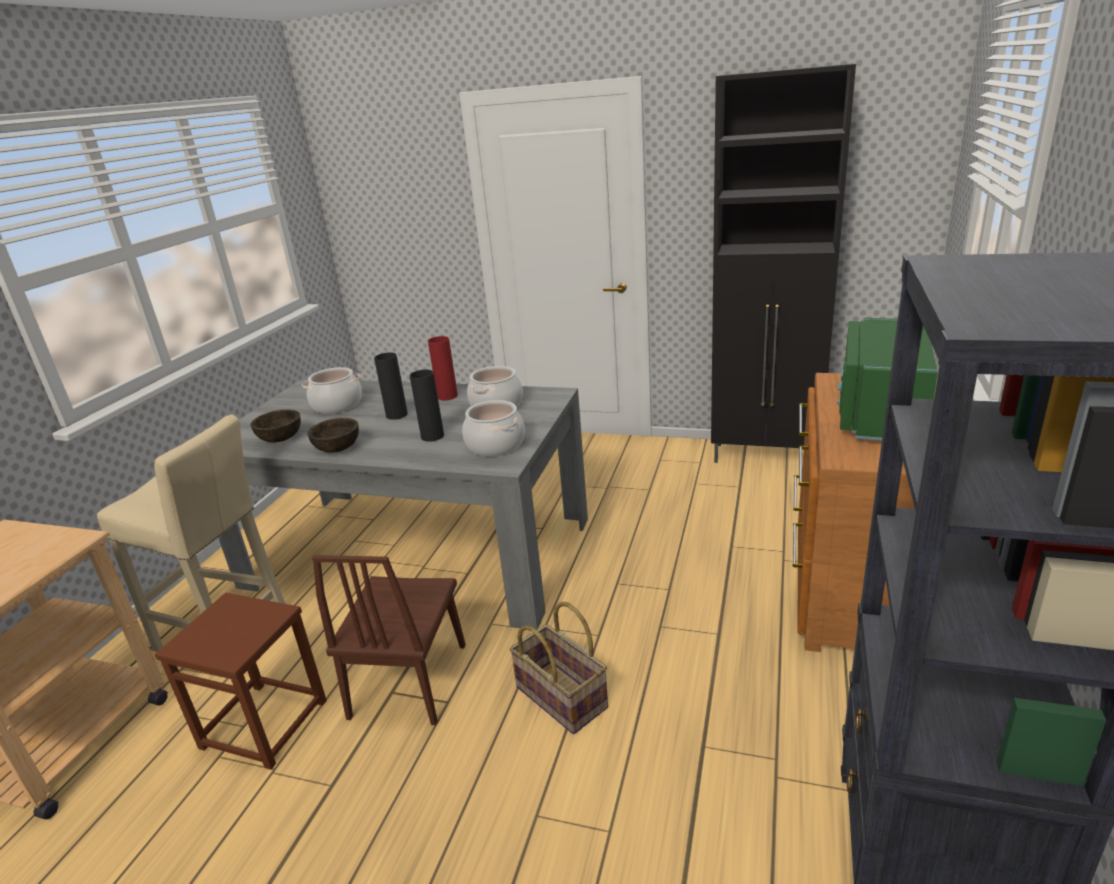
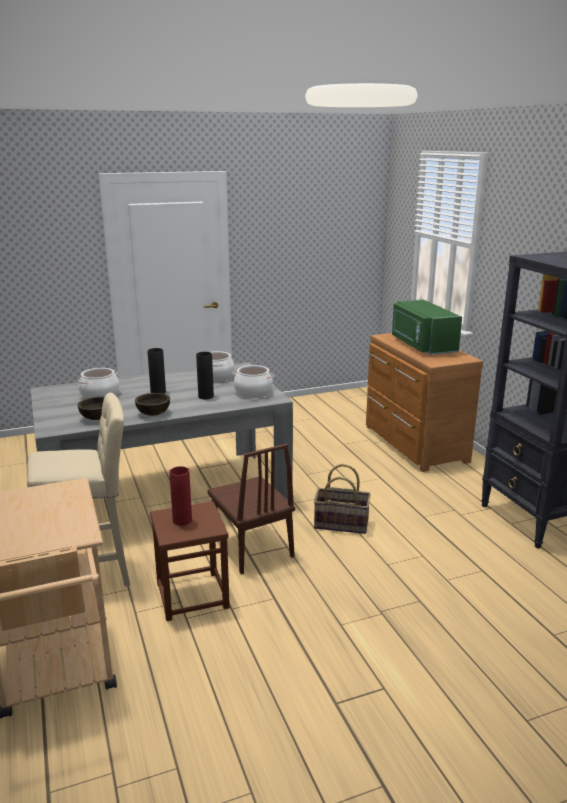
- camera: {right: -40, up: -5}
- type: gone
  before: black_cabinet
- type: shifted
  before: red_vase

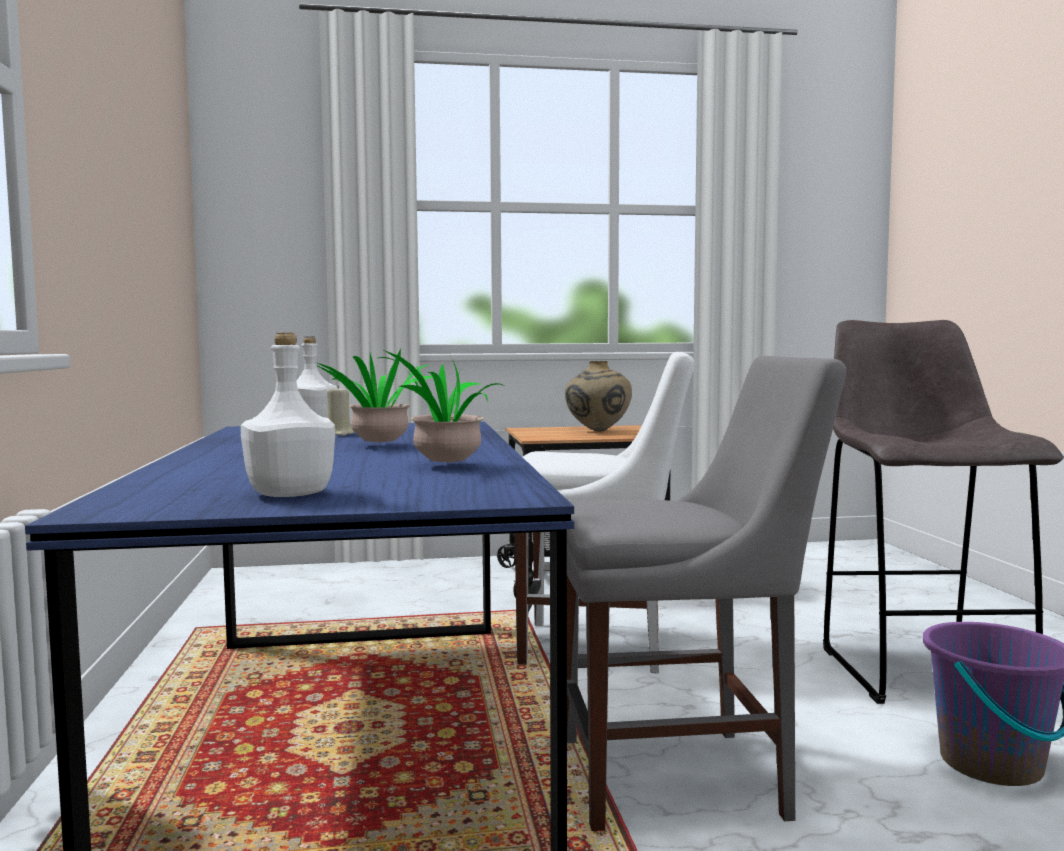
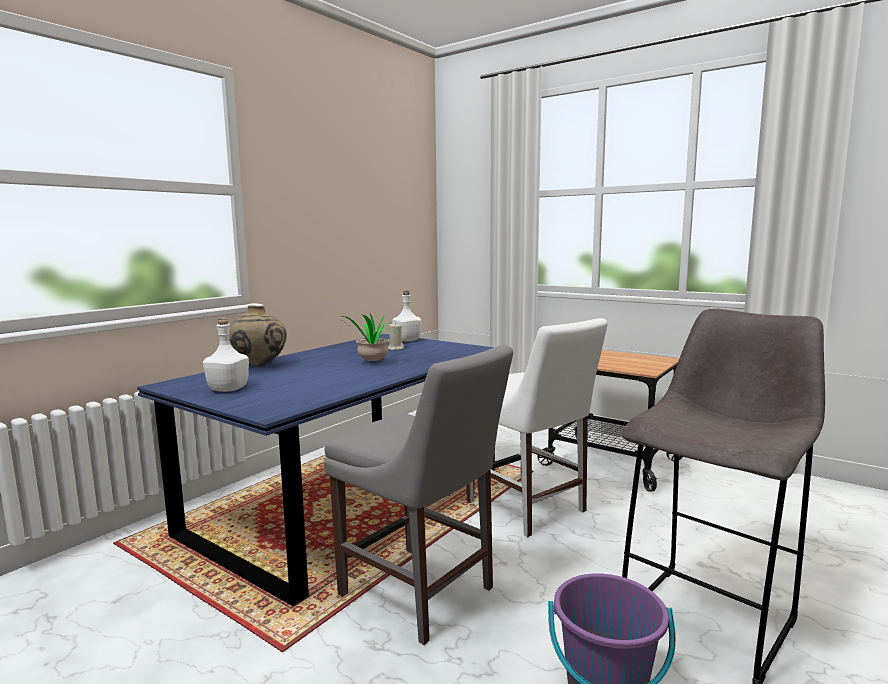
- camera: {right: 45, up: 5}
- type: gone
  before: potted_plant (no. 2 from left)
- type: shifted
  before: beige_vase

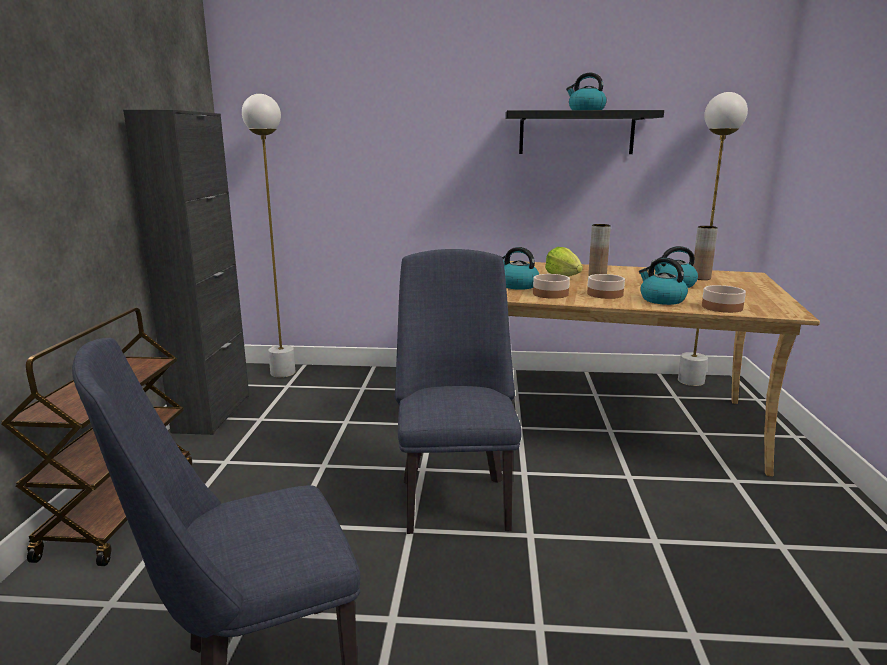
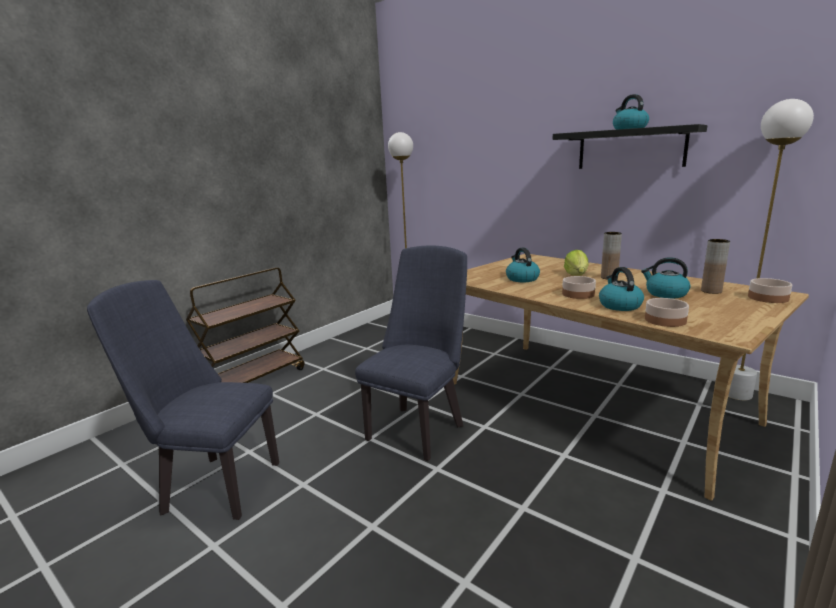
- camera: {right: 35, up: 0}
- type: gone
  before: black_cabinet
- type: shifted
  before: bowl (no. 1 from left in the first image)
  after: bowl (no. 3 from left)

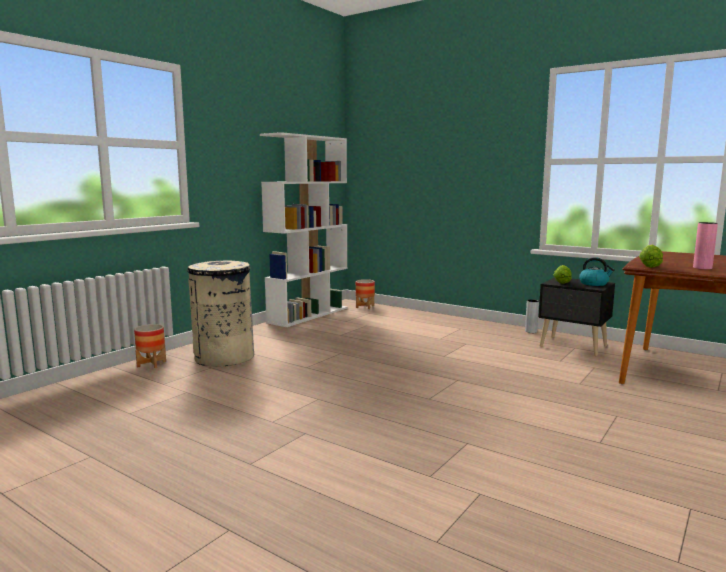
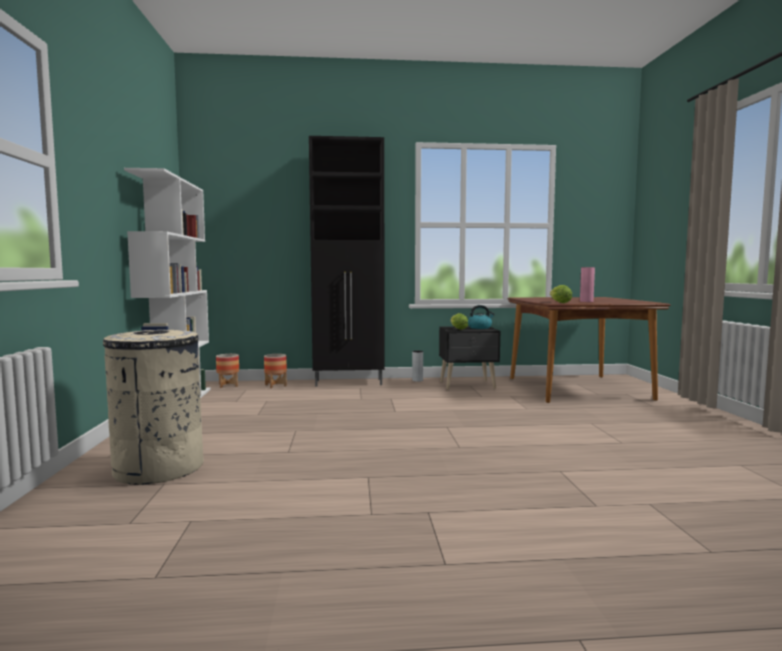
- camera: {right: -40, up: -5}
- type: new
  after: black_cabinet
- type: shifted
  before: planter (no. 1 from left in the first image)
  after: planter (no. 2 from left)

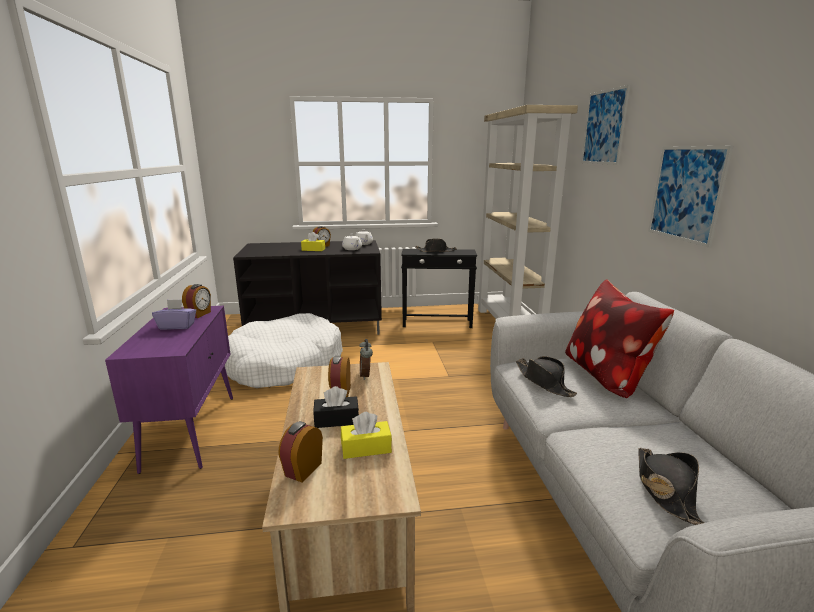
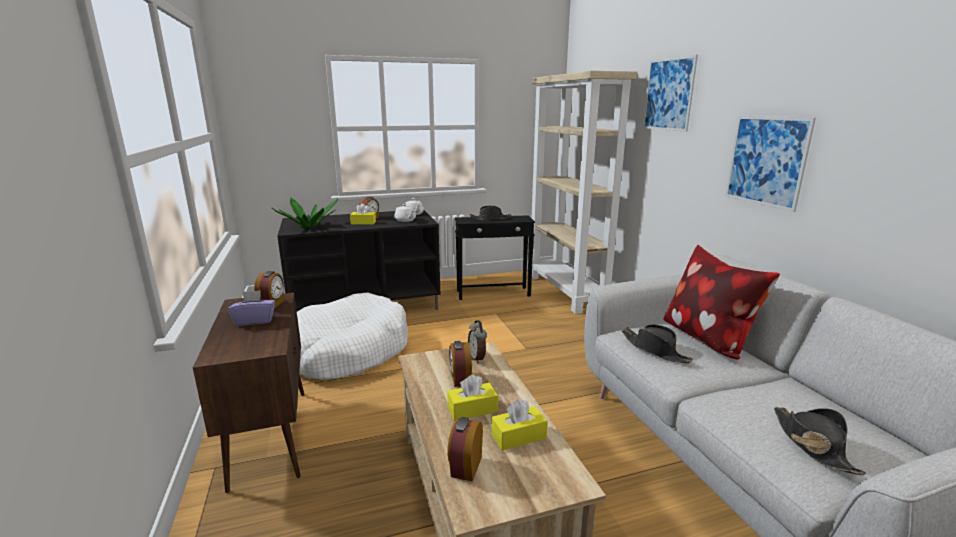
- camera: {right: -10, up: 0}
- type: new
  after: potted_plant
- type: repainted
  before: purple_cabinet
  after: brown_cabinet
- type: repainted
  before: black_tissue_box
  after: yellow_tissue_box (no. 2 from left)

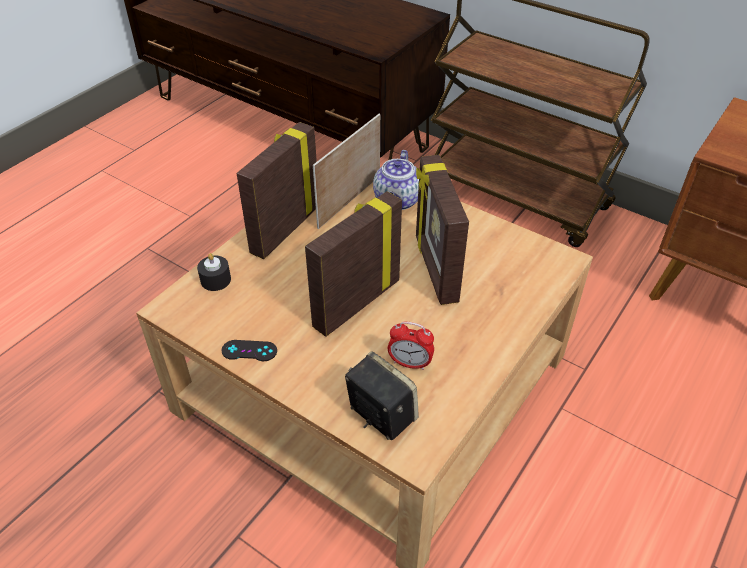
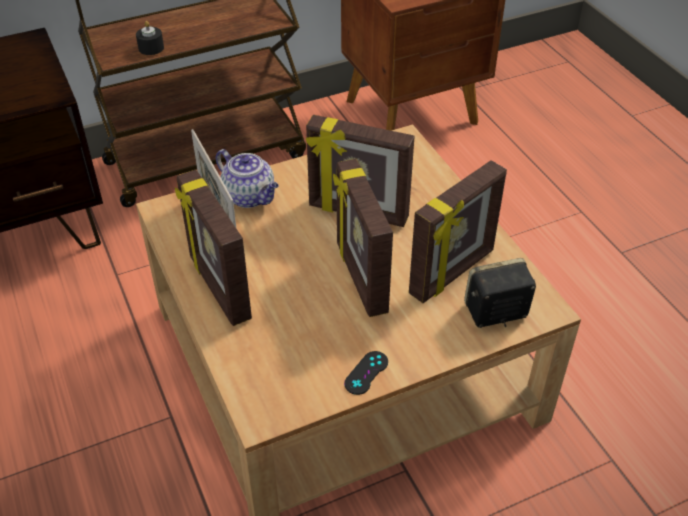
- camera: {right: -60, up: 0}
- type: shifted
  before: black_candle
- type: swapped
  before: alarm_clock
  after: picture_frame (no. 5 from left)

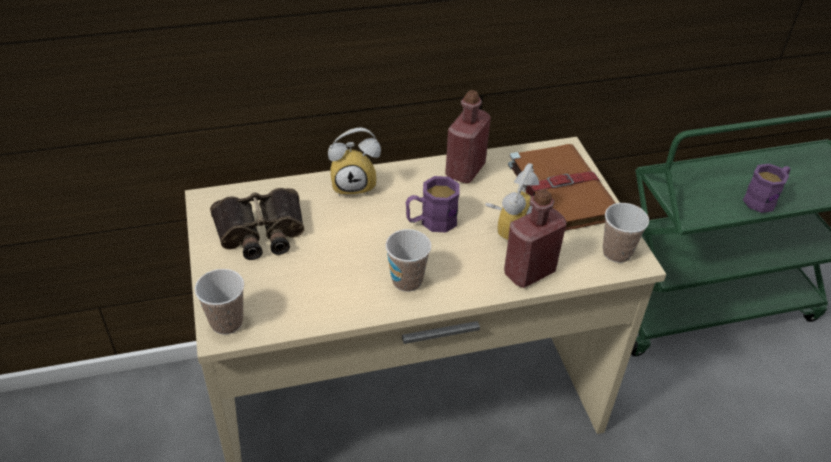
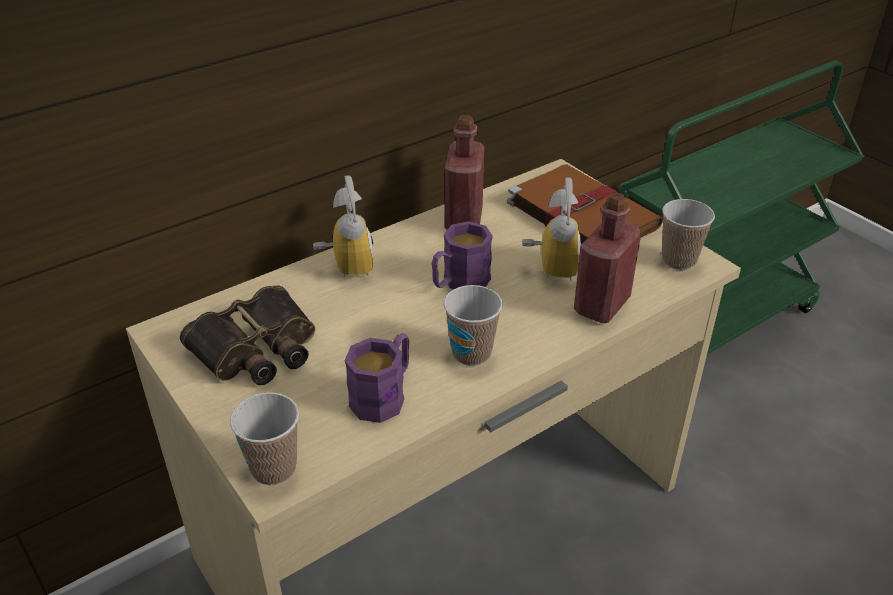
- camera: {right: -20, up: -5}
- type: shifted
  before: purple_mug (no. 2 from left in the first image)
  after: purple_mug (no. 1 from left)
- type: rotated
  before: alarm_clock (no. 1 from left)
  turn: -75

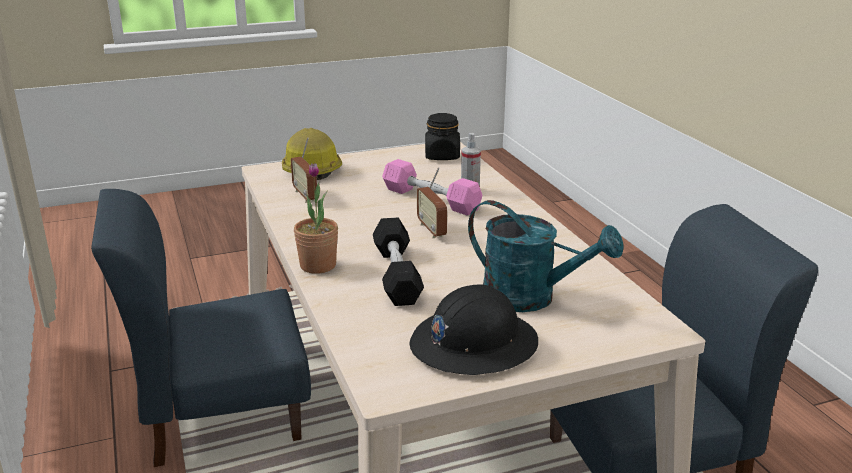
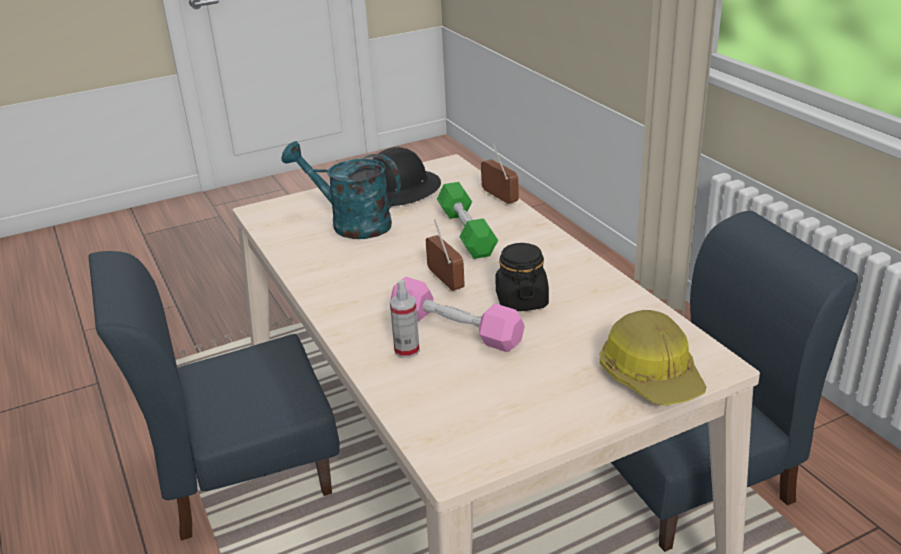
- camera: {right: 175, up: 5}
- type: gone
  before: potted_plant
- type: shifted
  before: radio (no. 1 from left in the first image)
  after: radio (no. 2 from left)
- type: shifted
  before: black_jar
- type: repainted
  before: black_dumbbell
  after: green_dumbbell

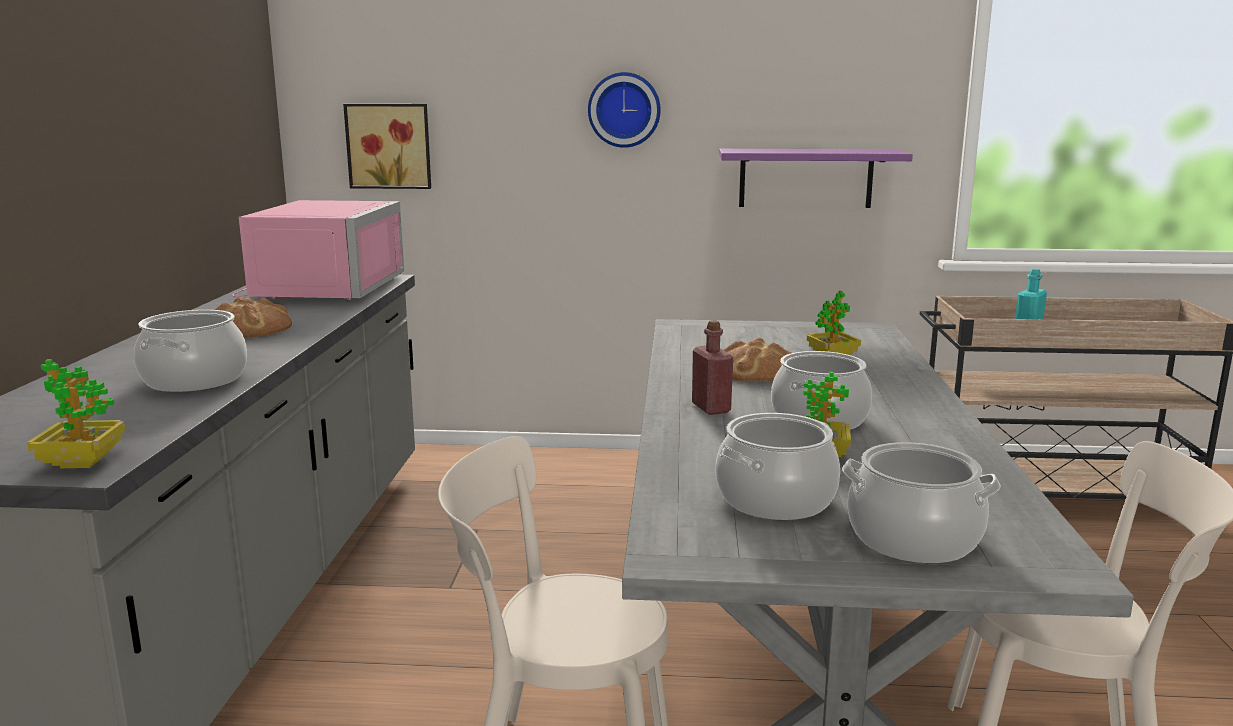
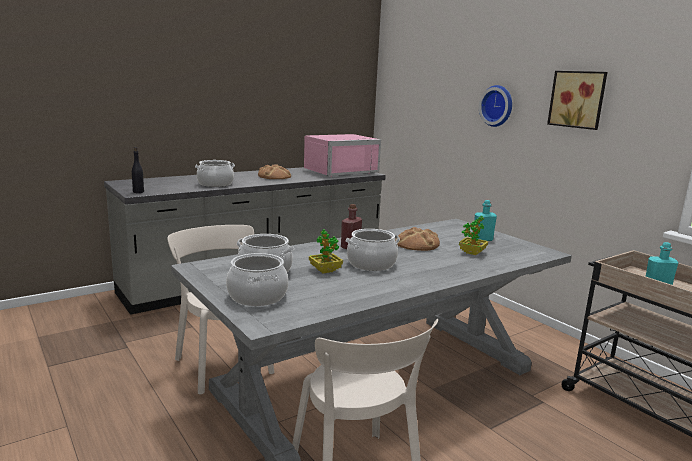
- camera: {right: 50, up: 0}
- type: gone
  before: purple_shelf
- type: new
  after: turquoise_bottle (no. 1 from left)
- type: shifted
  before: picture
- type: swapped
  before: potted_plant (no. 1 from left)
  after: black_bottle

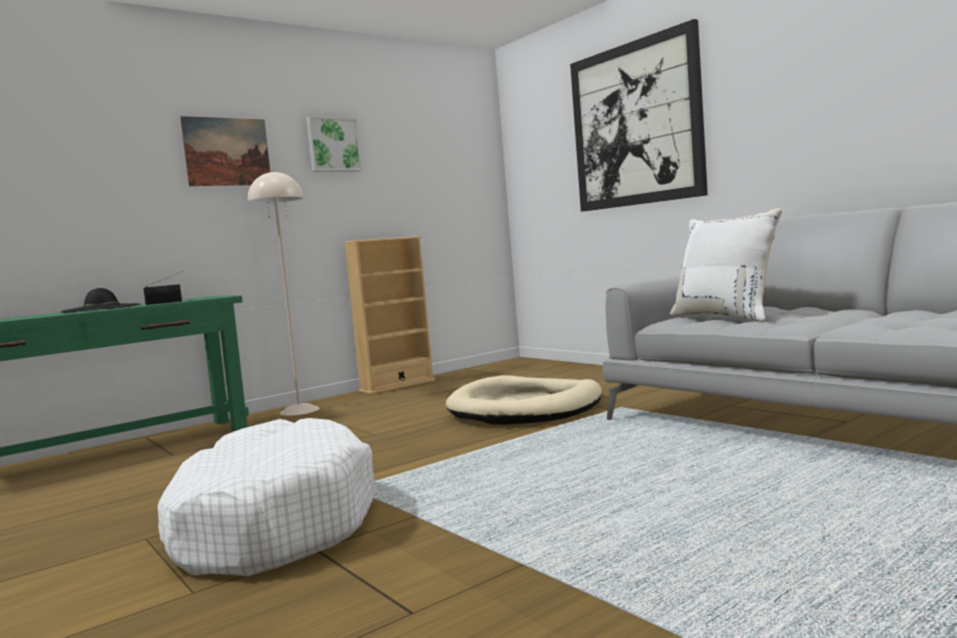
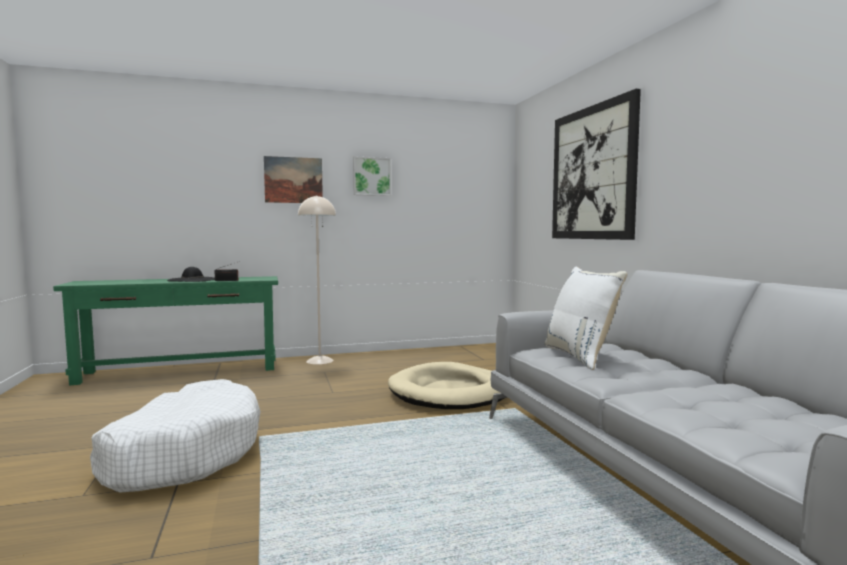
- camera: {right: 20, up: 0}
- type: gone
  before: beige_bookcase

